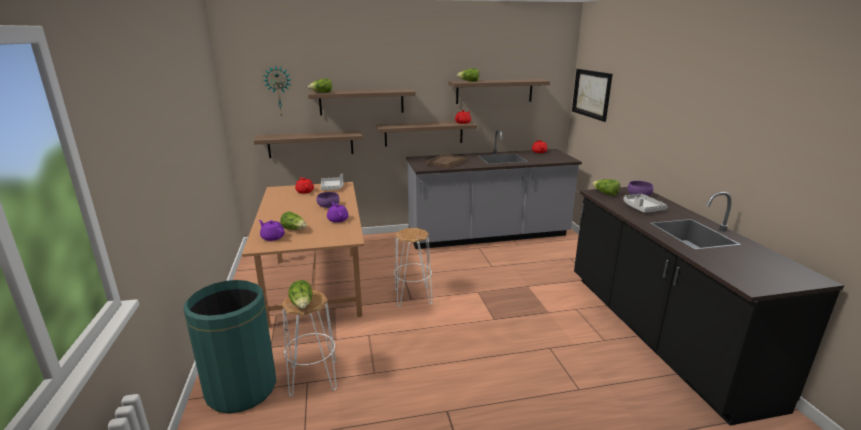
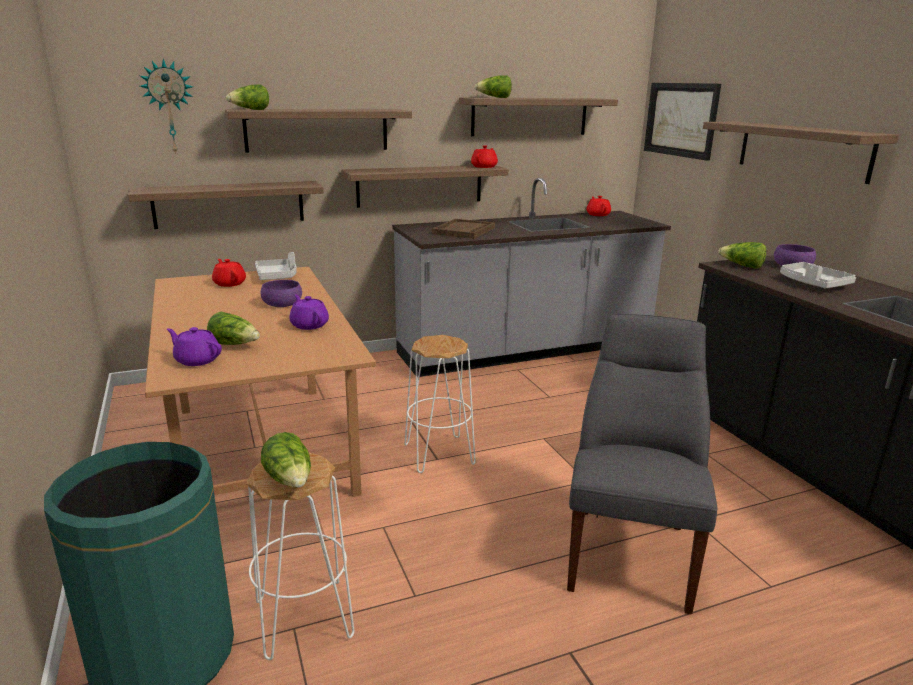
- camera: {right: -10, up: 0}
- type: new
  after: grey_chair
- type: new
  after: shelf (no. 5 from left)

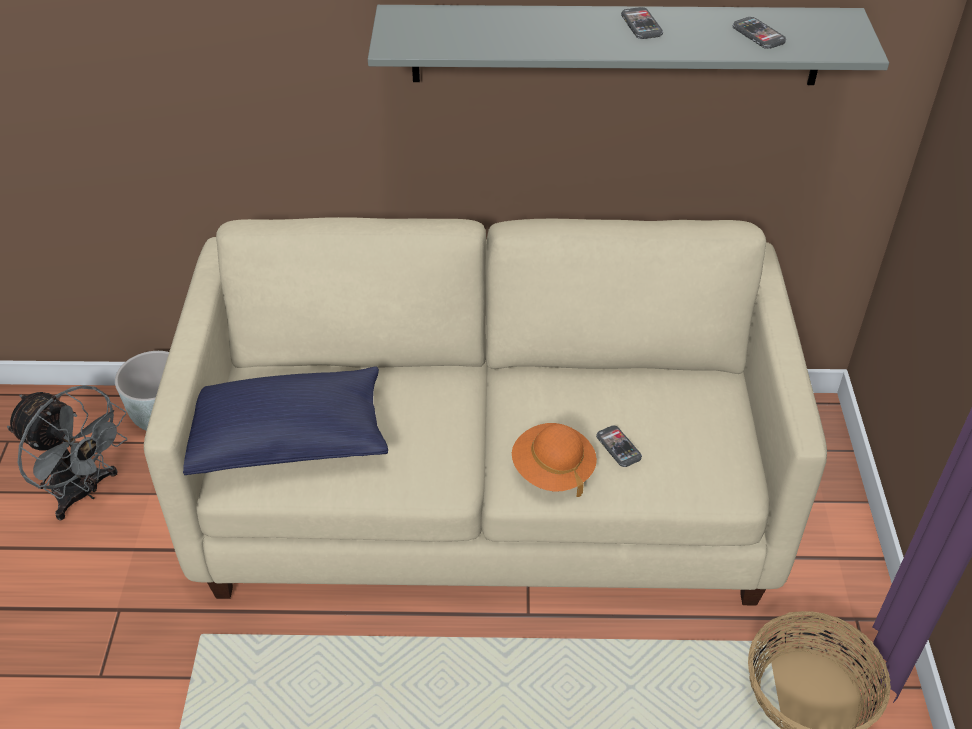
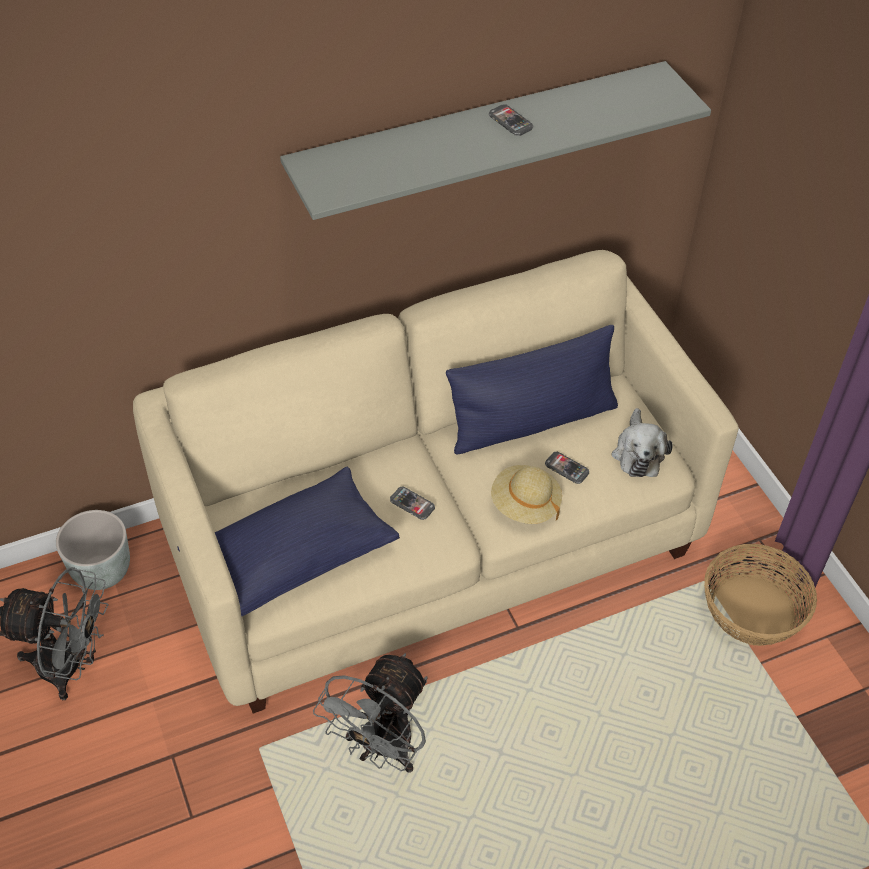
- camera: {right: -25, up: 5}
- type: new
  after: grey_fan (no. 2 from left)
- type: new
  after: blue_pillow (no. 2 from left)
- type: new
  after: plush_toy
- type: shifted
  before: phone (no. 3 from left in the first image)
  after: phone (no. 1 from left)
- type: repainted
  before: orange_hat
  after: beige_hat

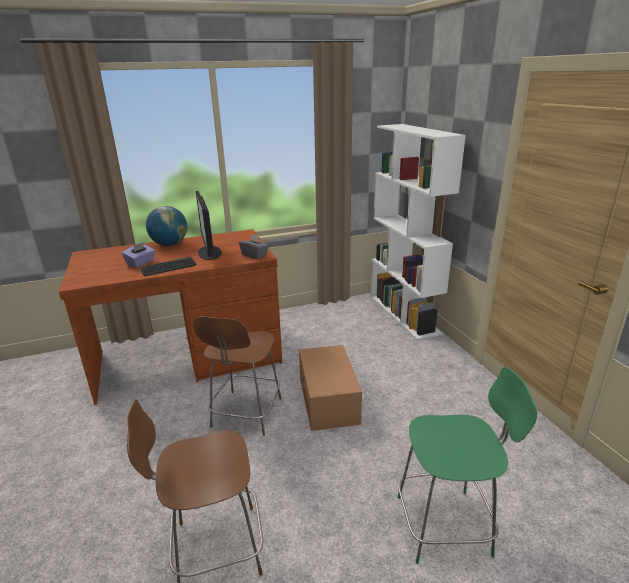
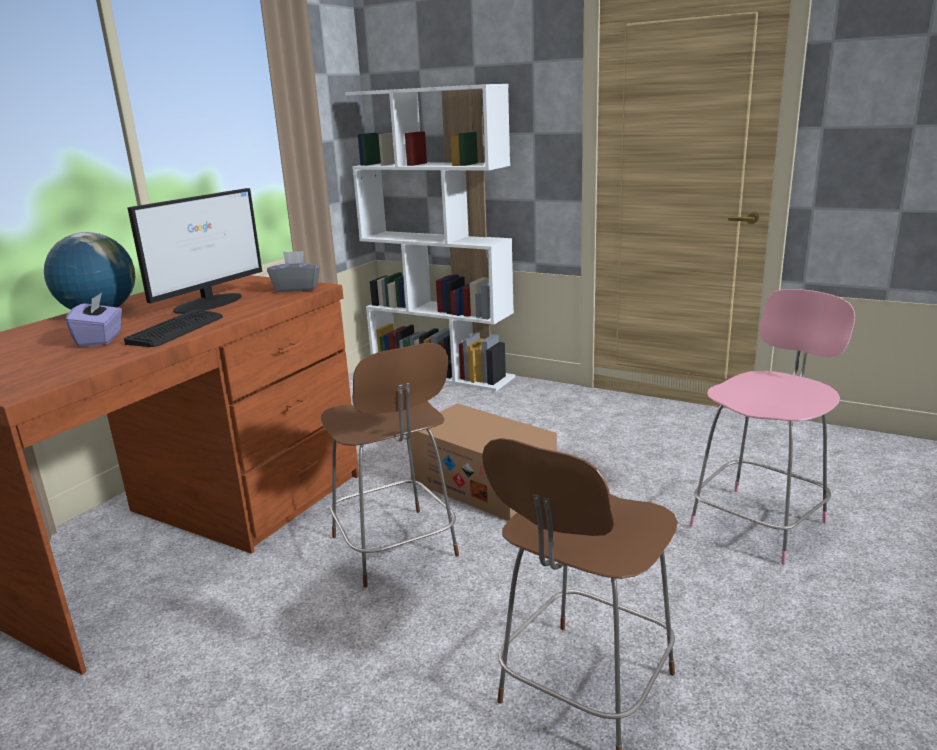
- camera: {right: -40, up: -5}
- type: repainted
  before: green_chair
  after: pink_chair
- type: rotated
  before: monitor
  turn: -90

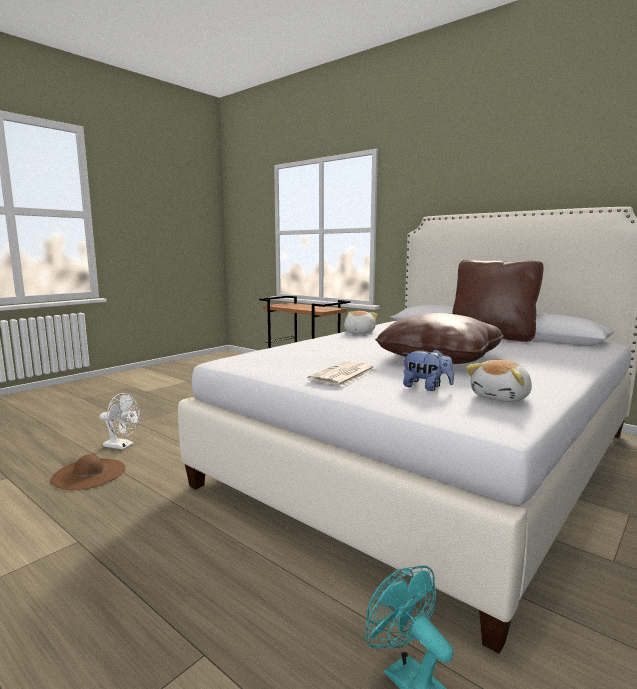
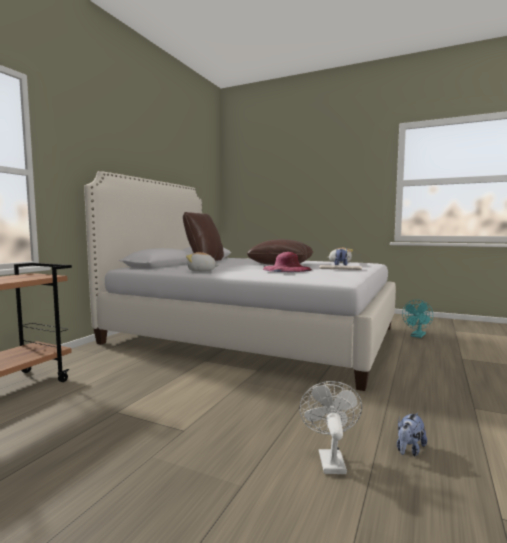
- camera: {right: -105, up: -5}
- type: new
  after: pink_hat
- type: swapped
  before: brown_hat
  after: plush_toy (no. 4 from left)

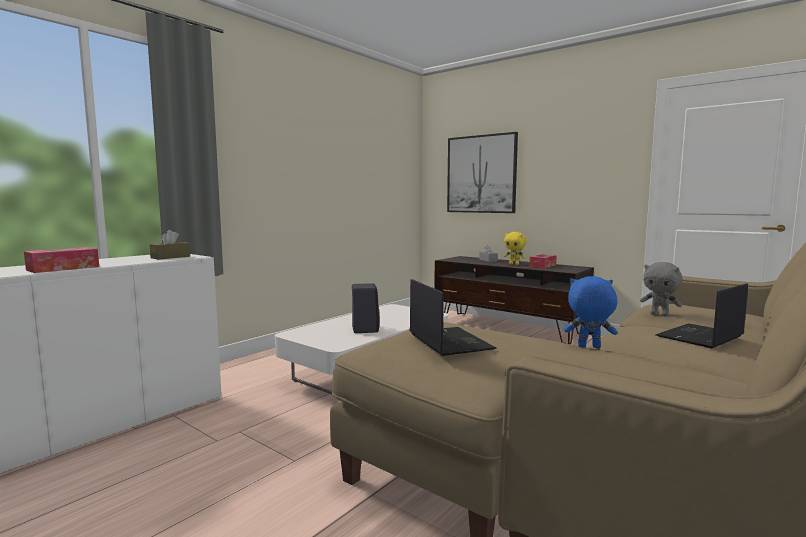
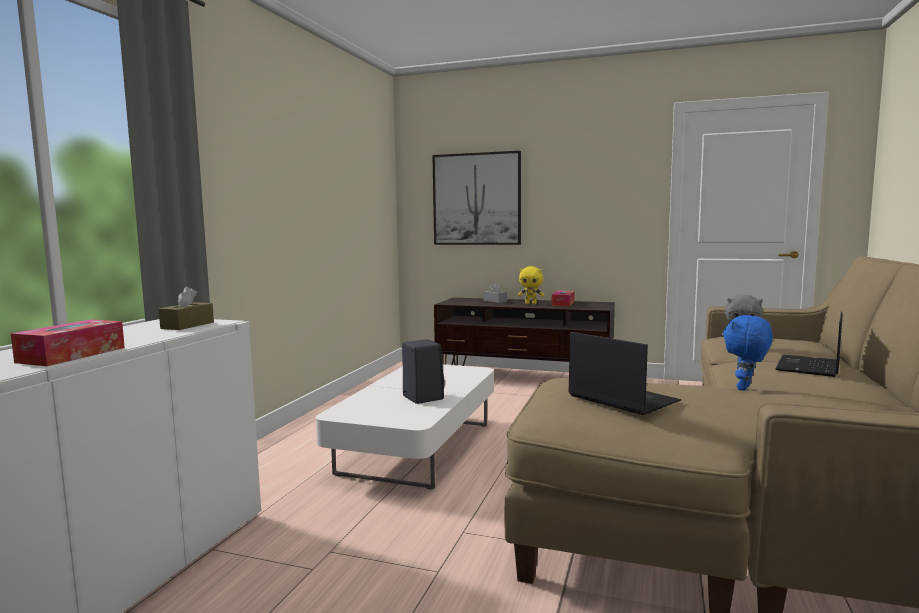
- camera: {right: -20, up: 0}
- type: rotated
  before: blue_plush_toy
  turn: -45

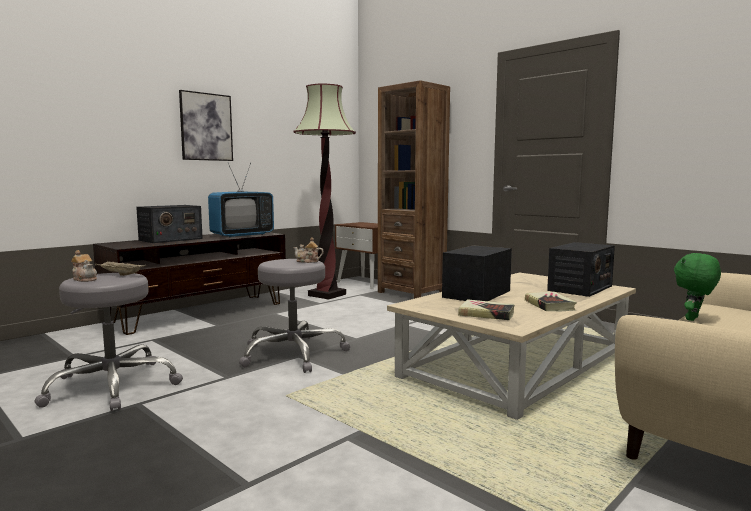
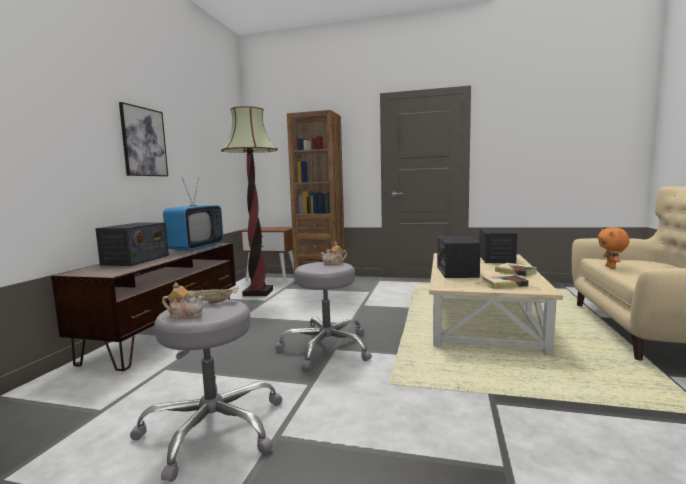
- camera: {right: -30, up: 0}
- type: repainted
  before: green_plush_toy
  after: orange_plush_toy

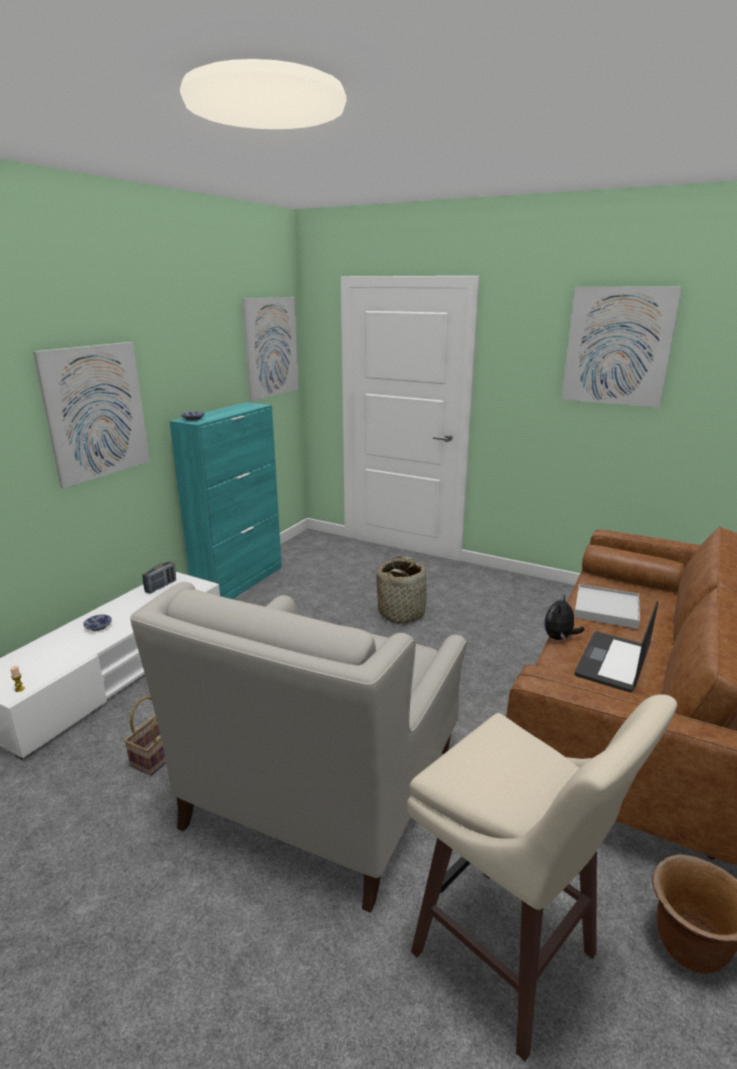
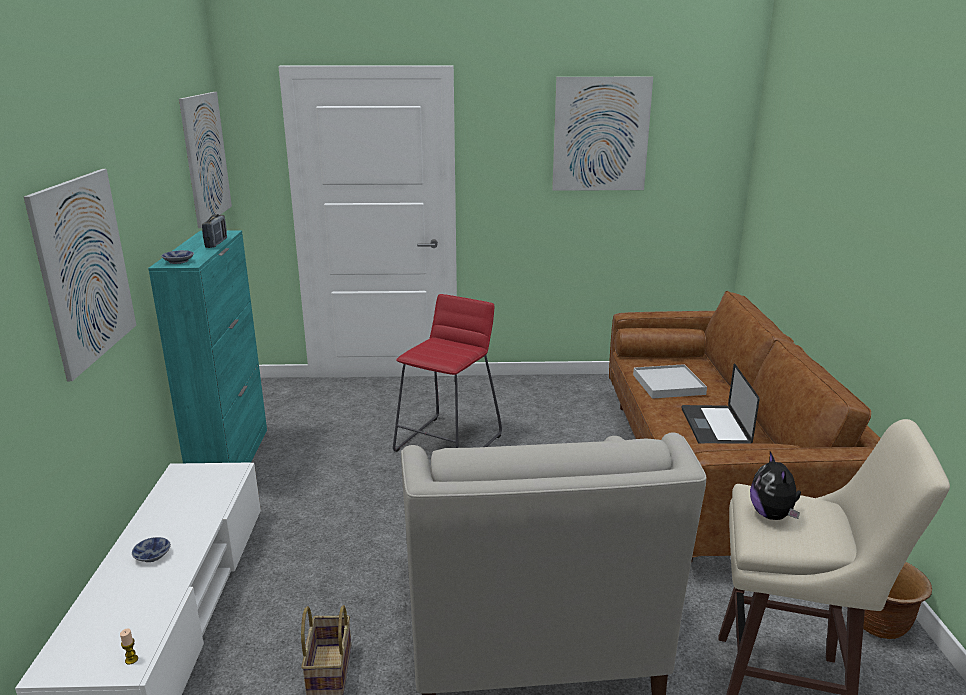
- camera: {right: -30, up: 0}
- type: shifted
  before: radio
- type: shifted
  before: plush_toy
- type: swapped
  before: basket (no. 2 from left)
  after: red_stool

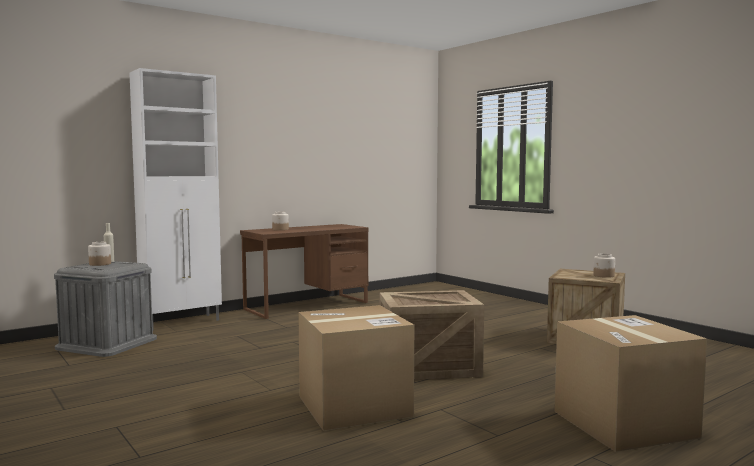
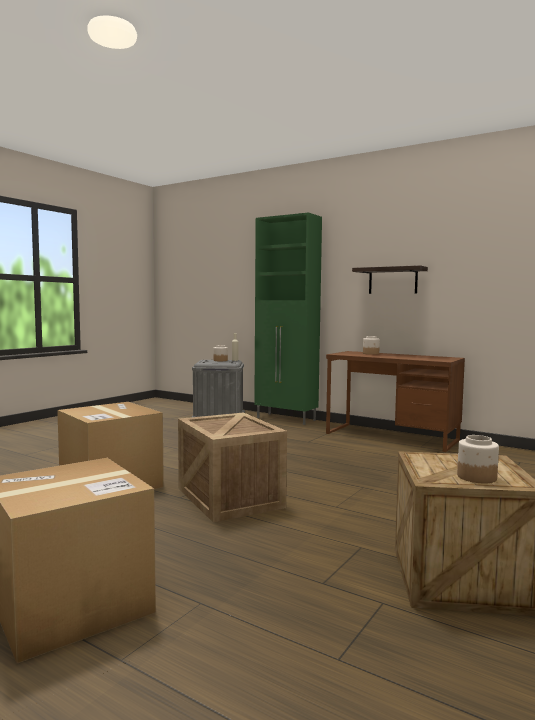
- camera: {right: 70, up: 0}
- type: new
  after: shelf
- type: repainted
  before: white_cabinet
  after: green_cabinet

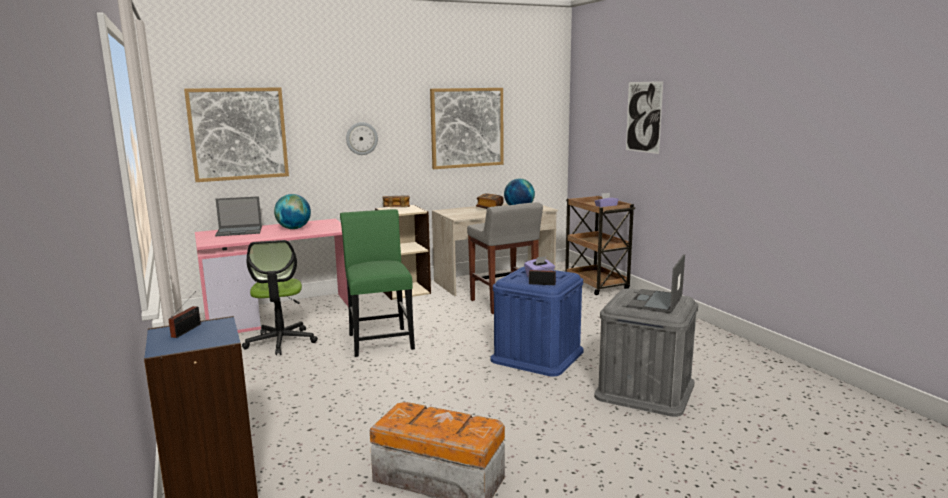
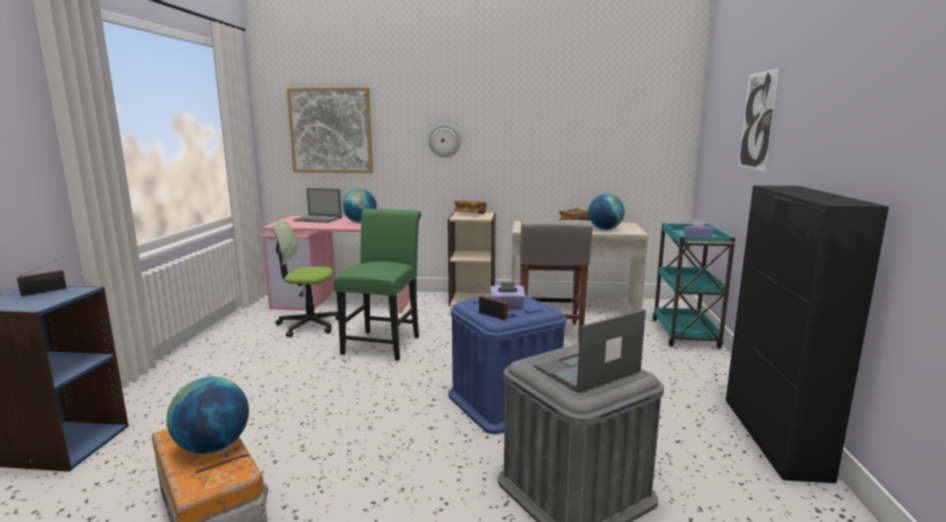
- camera: {right: 30, up: 0}
- type: gone
  before: picture (no. 2 from left)
- type: new
  after: globe (no. 1 from left)
- type: new
  after: black_cabinet
- type: repainted
  before: brown_cart
  after: turquoise_cart
- type: rotated
  before: office_chair
  turn: 75

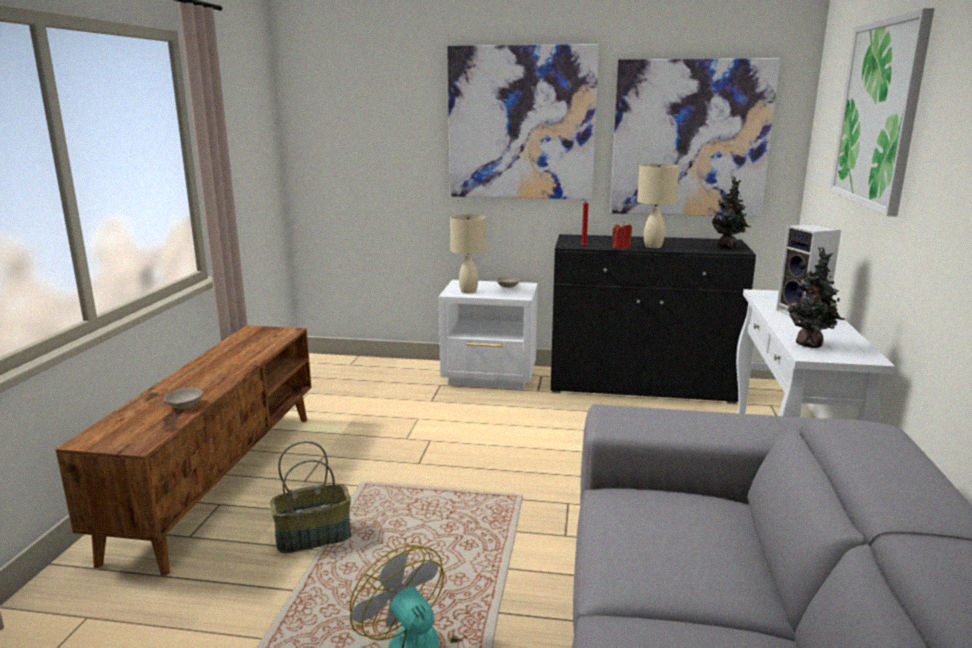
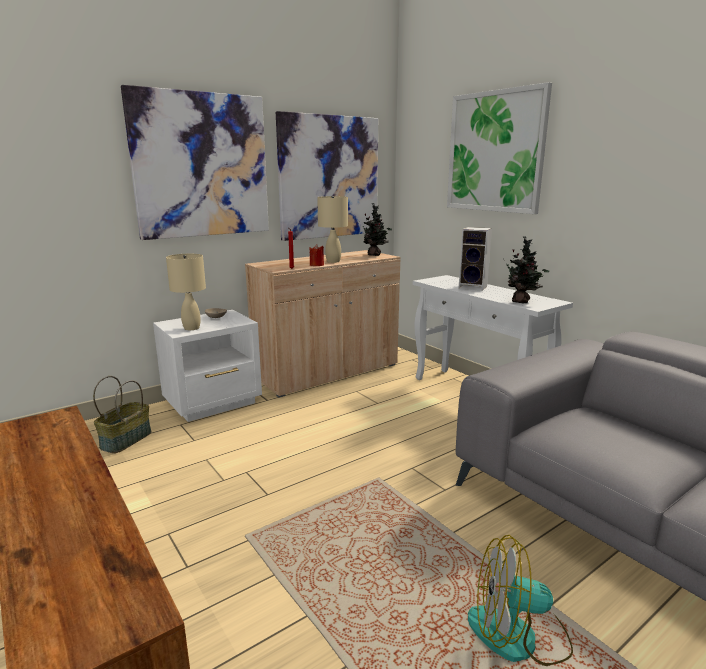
- camera: {right: -45, up: 0}
- type: gone
  before: beige_bowl (no. 1 from left)
- type: shifted
  before: basket
- type: repainted
  before: black_cabinet
  after: beige_cabinet

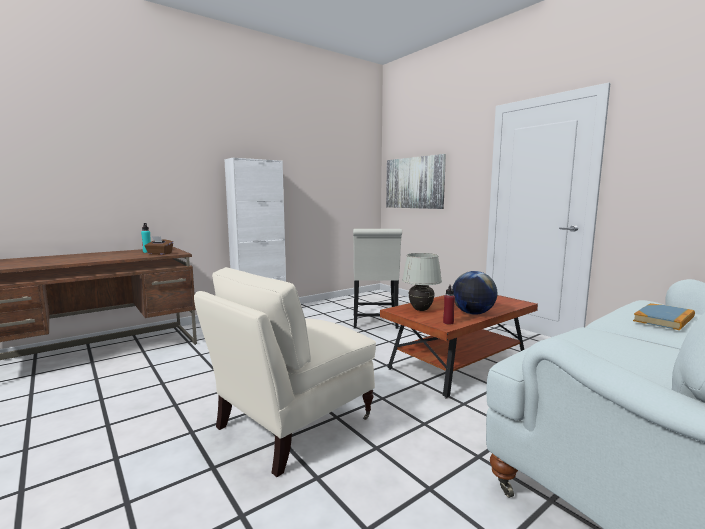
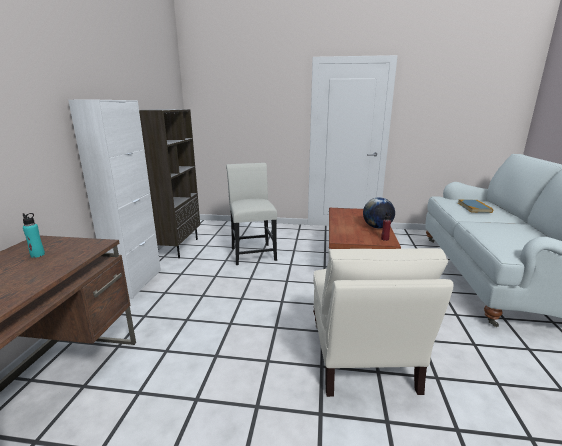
- camera: {right: -45, up: 10}
- type: gone
  before: brown_tissue_box
- type: gone
  before: picture
- type: gone
  before: white_table_lamp
- type: new
  after: brown_bookcase
- type: rotated
  before: white_chair
  turn: -150

